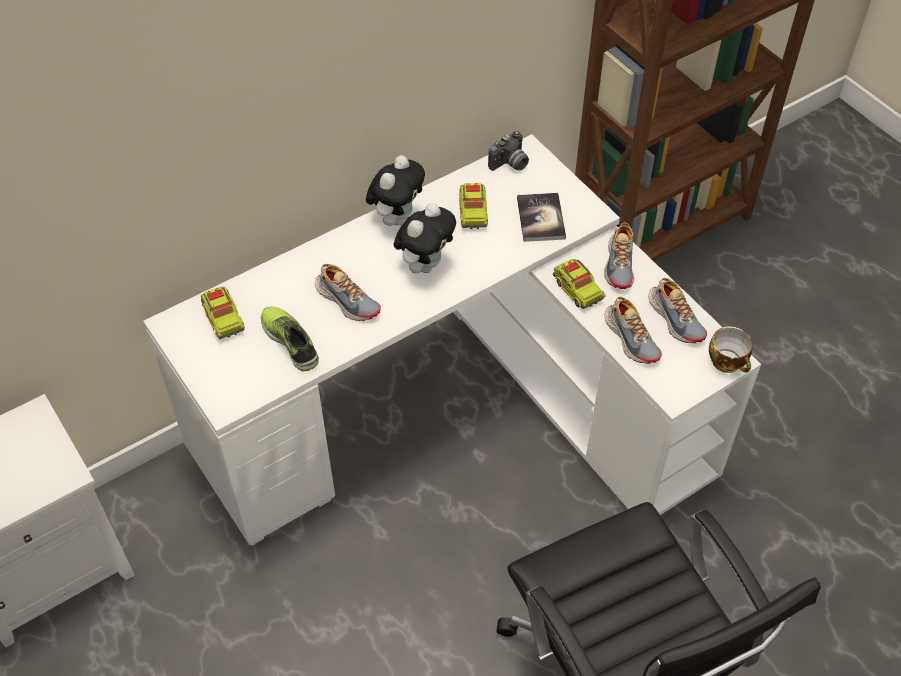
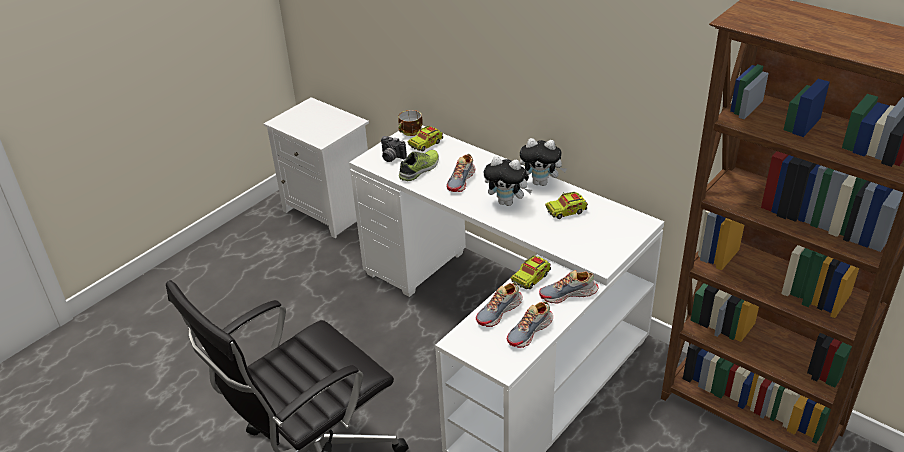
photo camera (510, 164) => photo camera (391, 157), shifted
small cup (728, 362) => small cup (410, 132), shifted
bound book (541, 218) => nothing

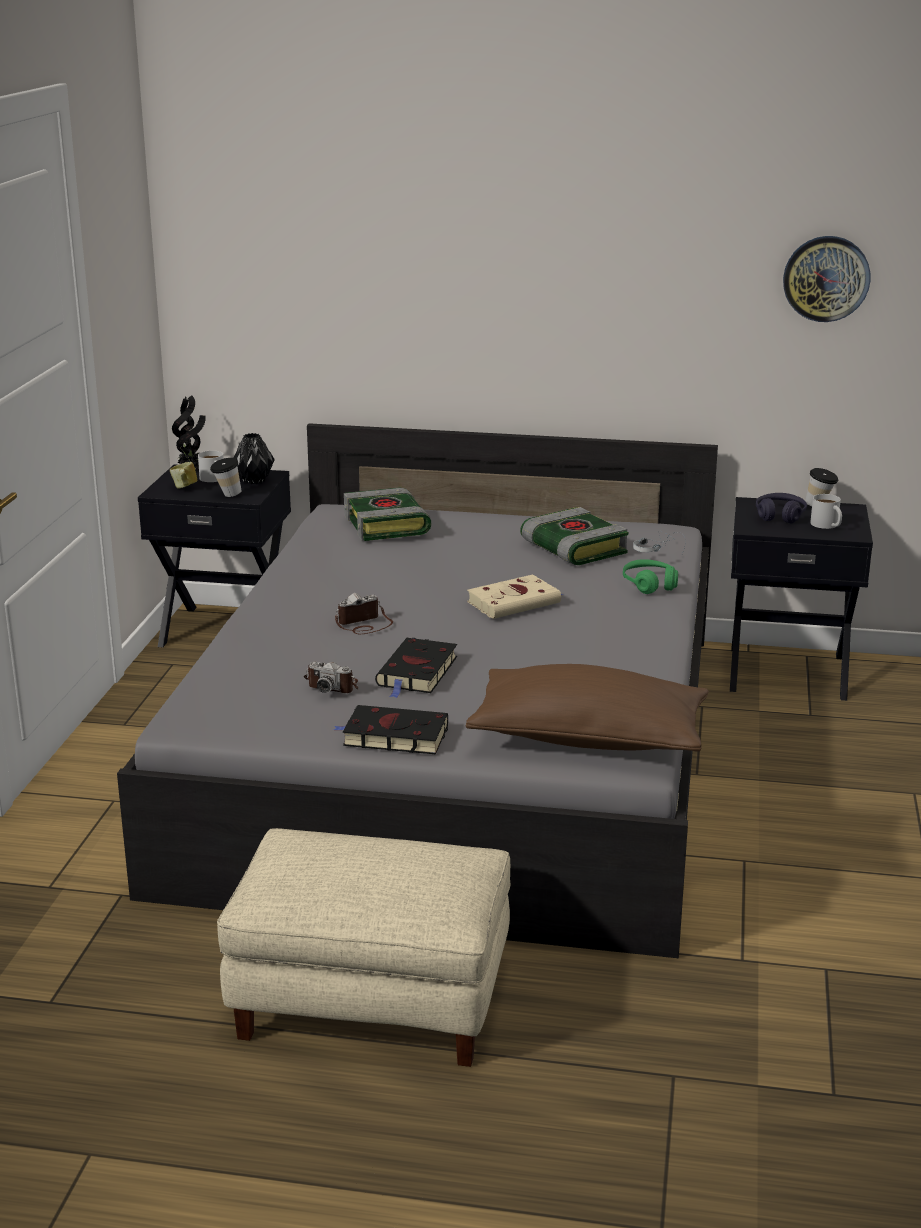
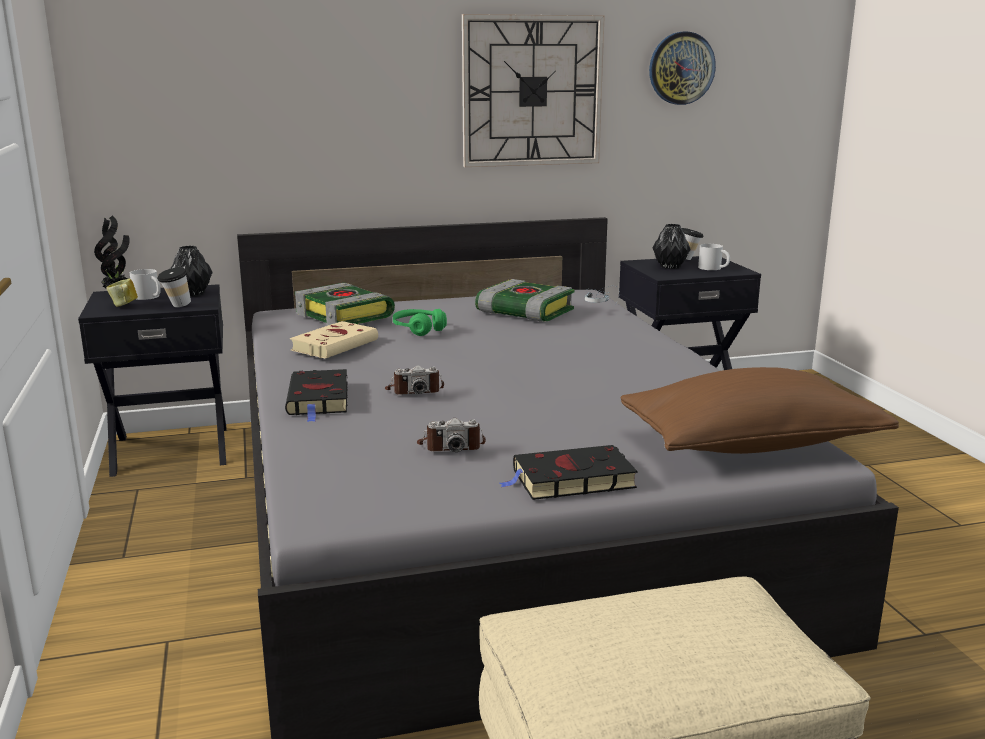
blackish bound book (417, 673) => blackish bound book (319, 399), shifted
sand-coloured bound book (515, 602) => sand-coloured bound book (336, 345), shifted
photo camera (364, 624) => photo camera (414, 391), 135 degrees counterclockwise
greenish pair of headphones (649, 584) => greenish pair of headphones (419, 329), shifted
nothing => clock on the wall (532, 91)
purplish pair of headphones (780, 515) => blackish decorative vase (671, 267)

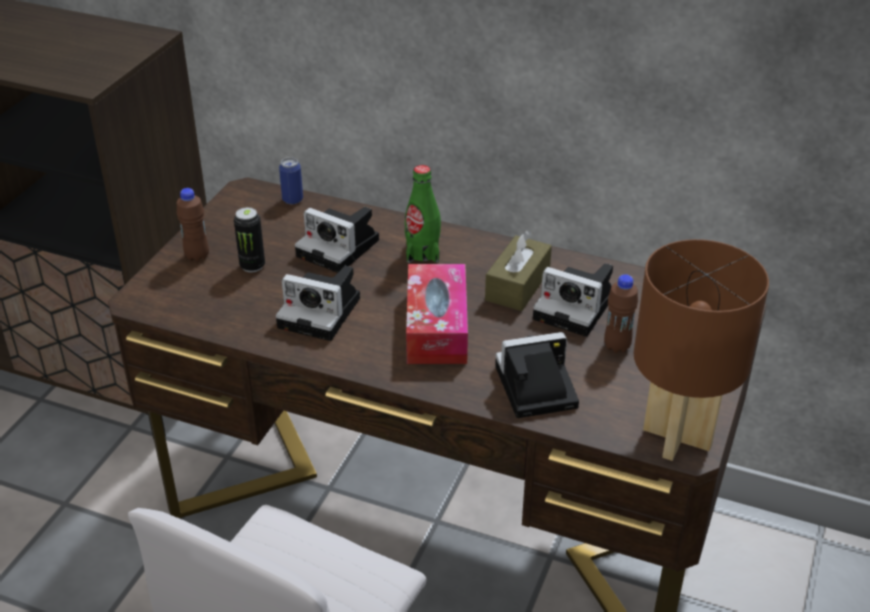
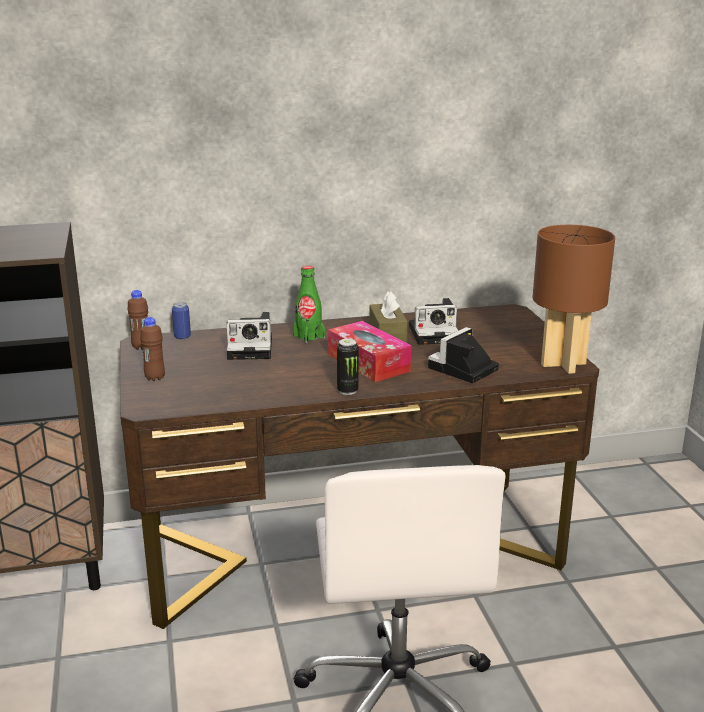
brown bottle (617, 346) => brown bottle (141, 347), shifted
can (252, 266) => can (347, 391), shifted
photo camera (323, 312) => nothing

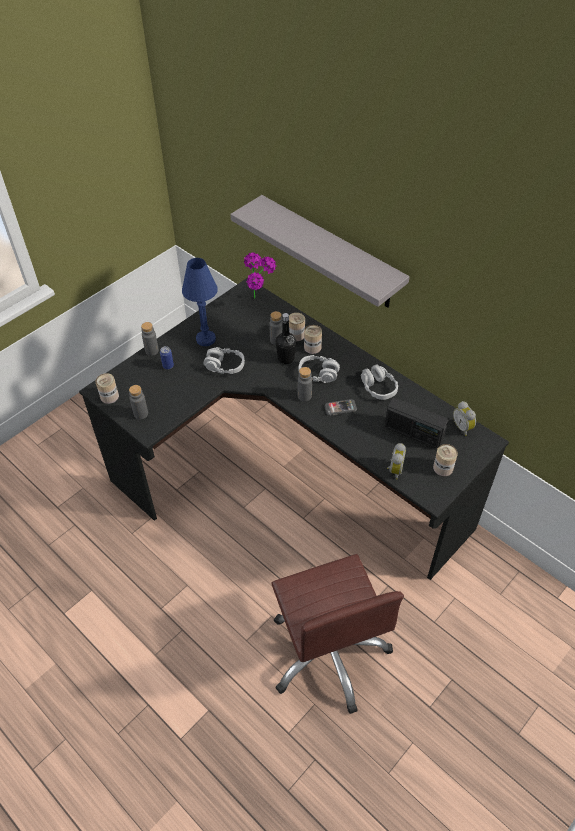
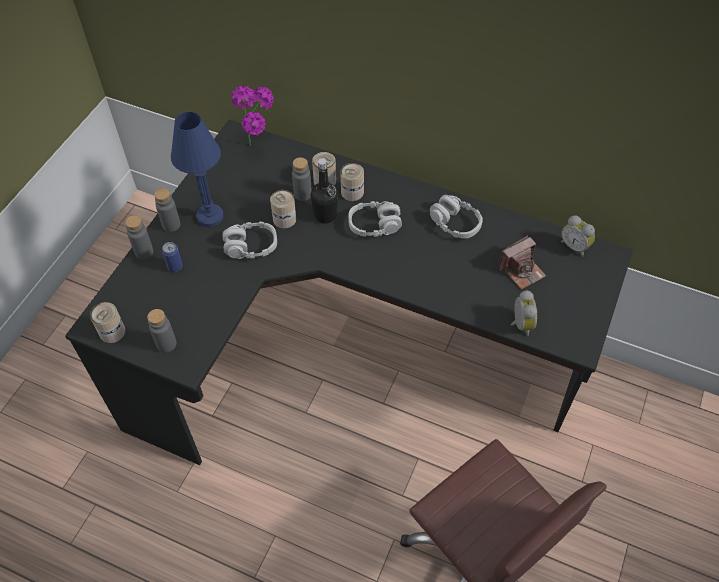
greyish bottle (304, 396) => greyish bottle (171, 225), shifted
can (443, 468) => can (284, 219), shifted
radio (413, 433) => photo camera (521, 270)
greyish wall shelf (330, 253) => nothing
telephone (340, 408) => nothing

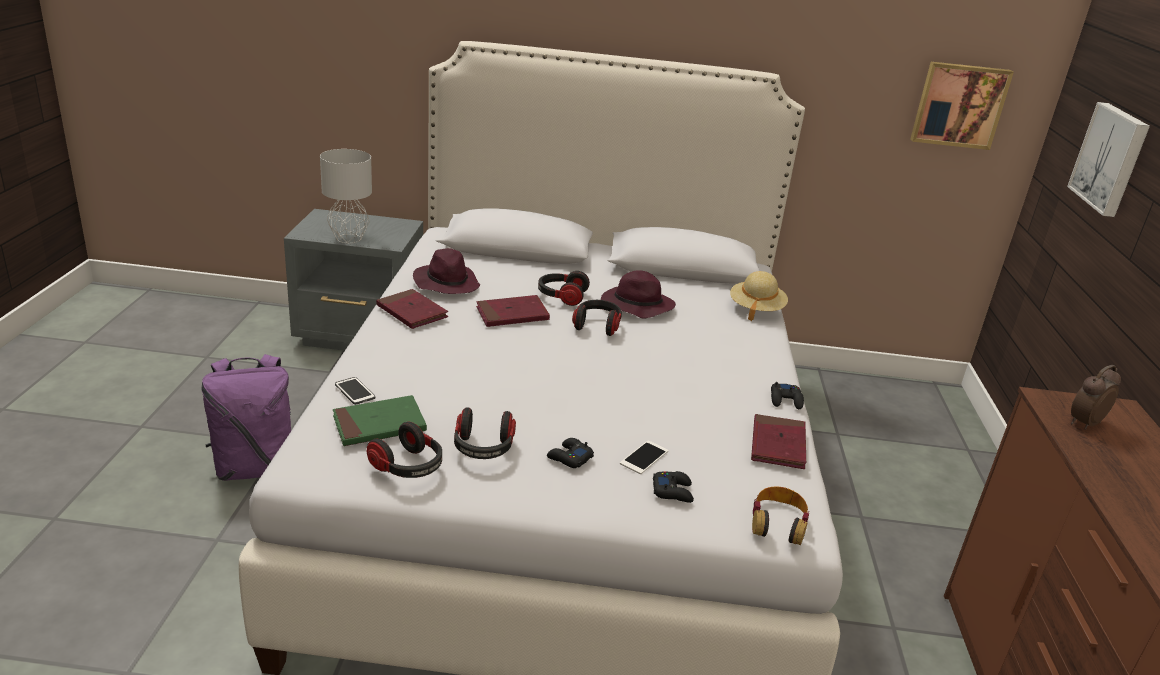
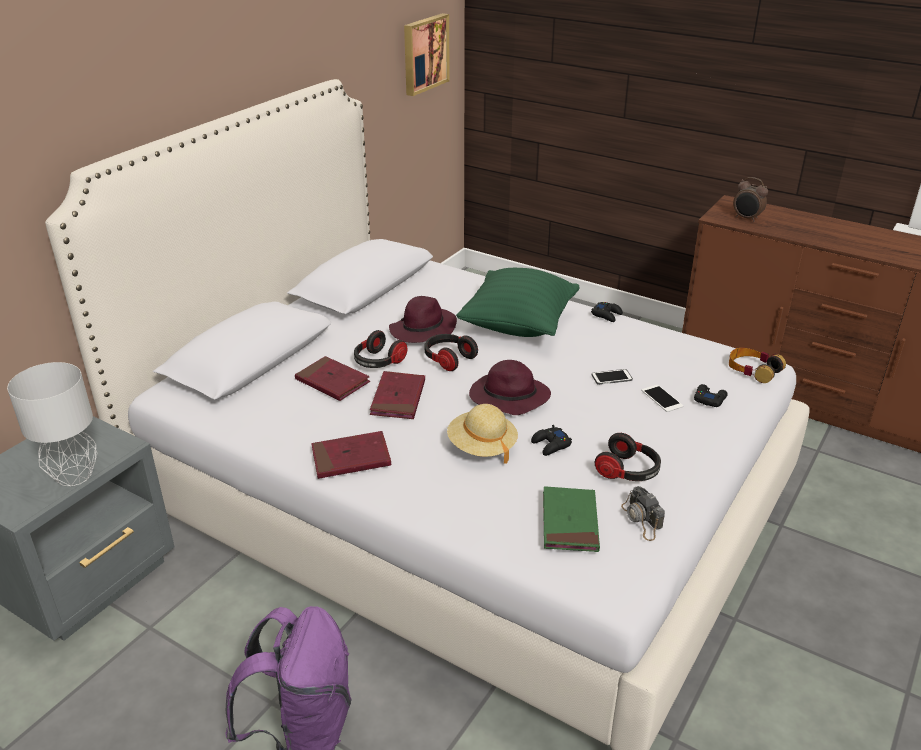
red-coloured bound book (777, 445) => red-coloured bound book (332, 382), shifted
sand-coloured wearable hat (756, 309) => sand-coloured wearable hat (482, 447), shifted
nothing => greenish cushion (518, 326)
purplish wearable hat (446, 283) => purplish wearable hat (508, 398), shifted
blackish joypad (569, 458) => blackish joypad (551, 445), shifted
telephone (355, 391) => telephone (611, 377), shifted
pair of headphones (408, 467) => photo camera (642, 520)
alarm clock (1083, 423) => alarm clock (746, 218), 45 degrees counterclockwise
wall picture (1111, 158) => nothing

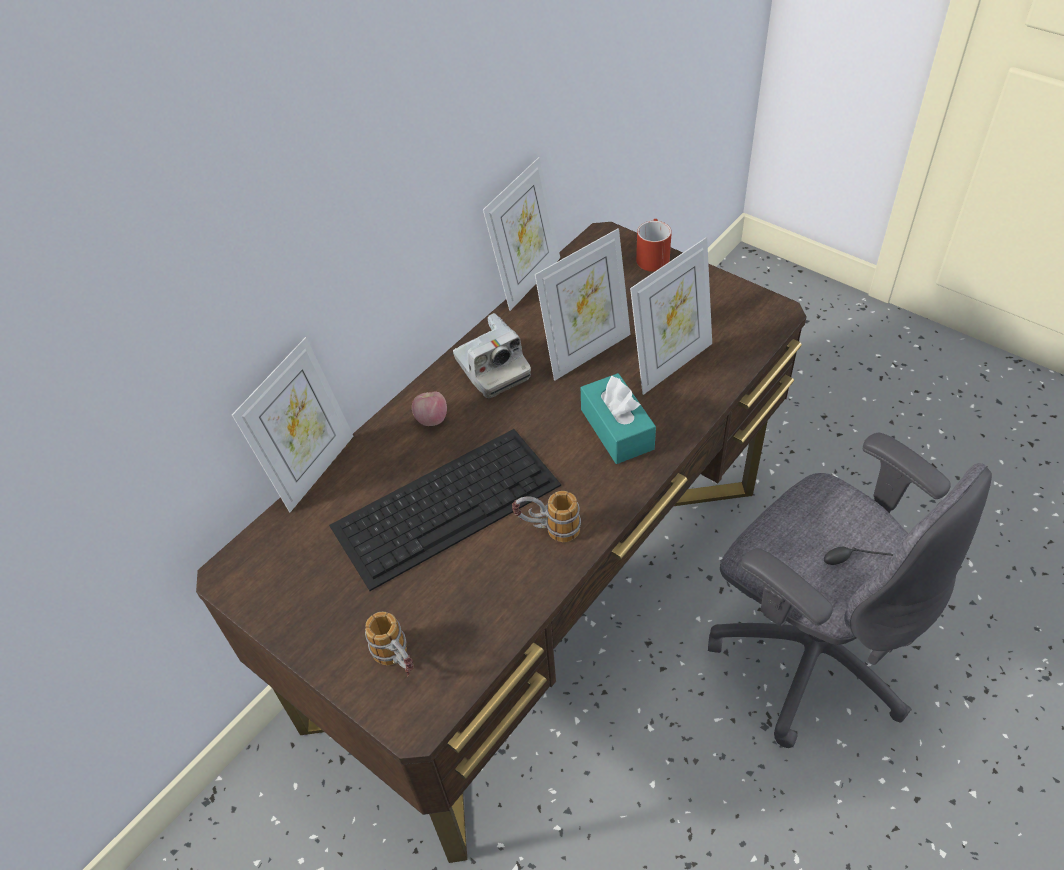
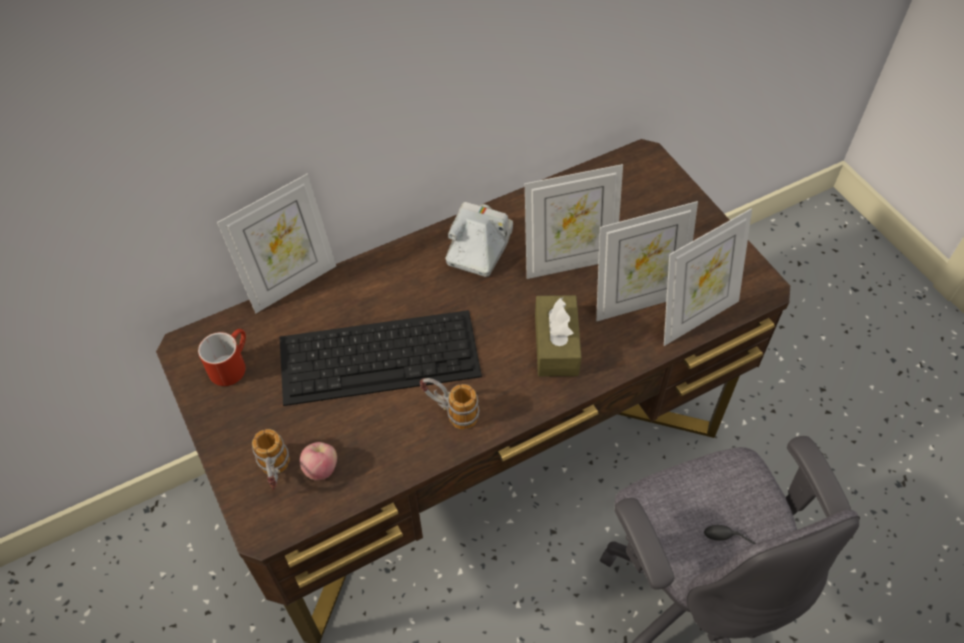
red-coloured coffee mug (651, 256) => red-coloured coffee mug (231, 364), shifted
apple fruit (432, 419) => apple fruit (321, 468), shifted
photo camera (492, 369) => photo camera (479, 248), 150 degrees counterclockwise
turquoise tissue box (617, 429) => brown tissue box (556, 344)
photo frame (527, 280) => photo frame (695, 316), shifted

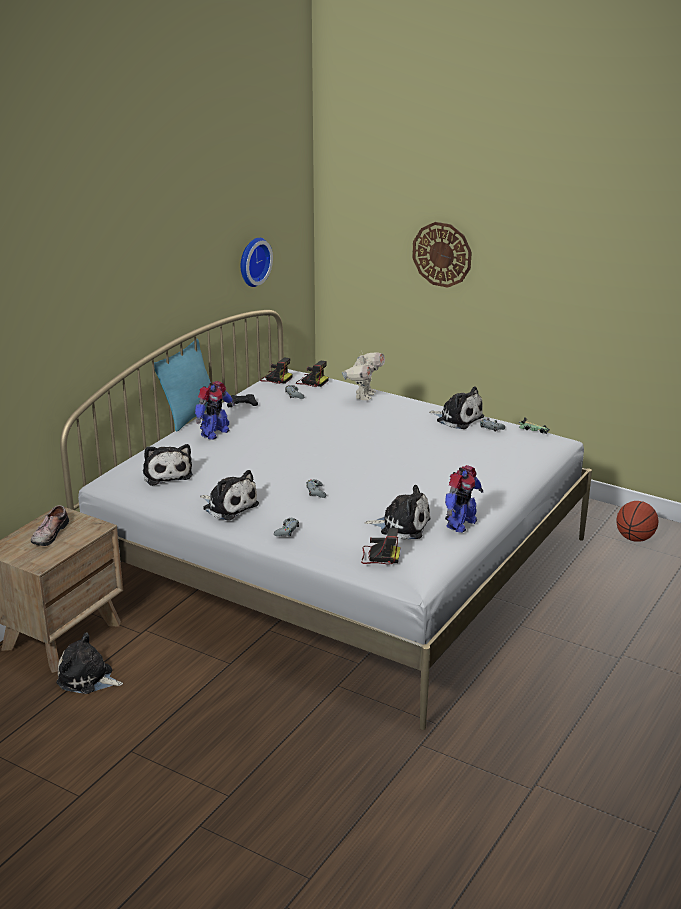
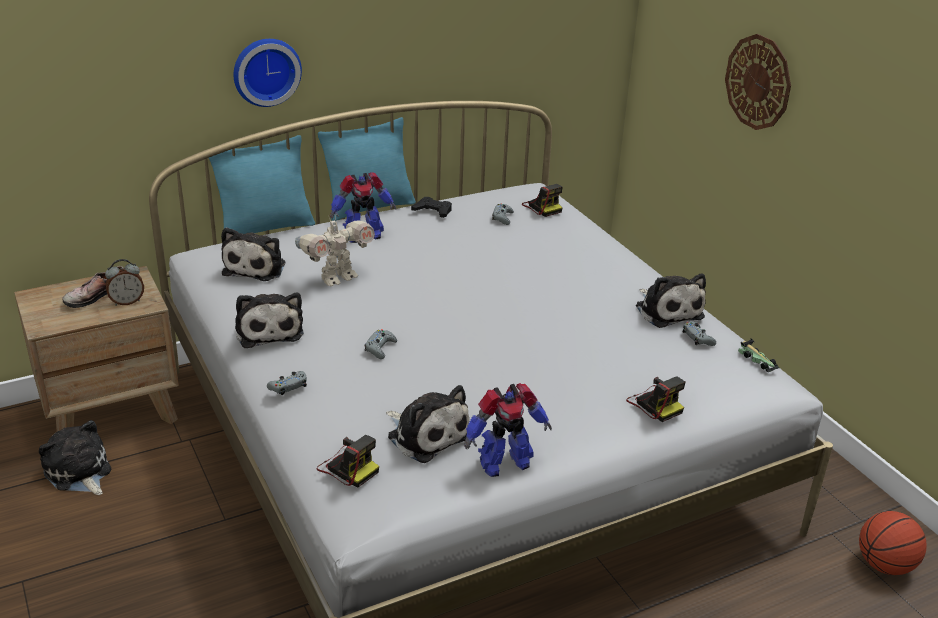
nothing => alarm clock (127, 302)
nothing => turquoise cushion (265, 228)
clock on the wall (252, 261) => clock on the wall (265, 71), shifted
model robot (363, 396) => model robot (337, 278), shifted
photo camera (275, 378) => photo camera (654, 404), shifted

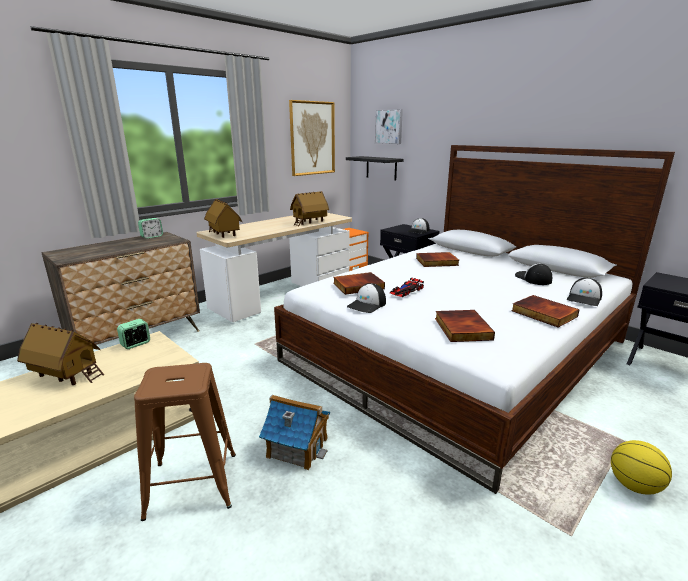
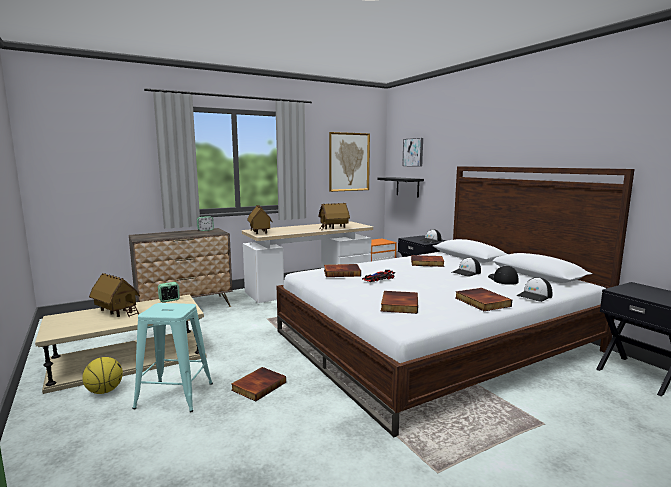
basketball (633, 485) => basketball (104, 391), shifted
brown stool (192, 484) => turquoise stool (174, 395)
miniature house (297, 447) => bound book (258, 385)
cap (367, 305) => cap (466, 272), shifted

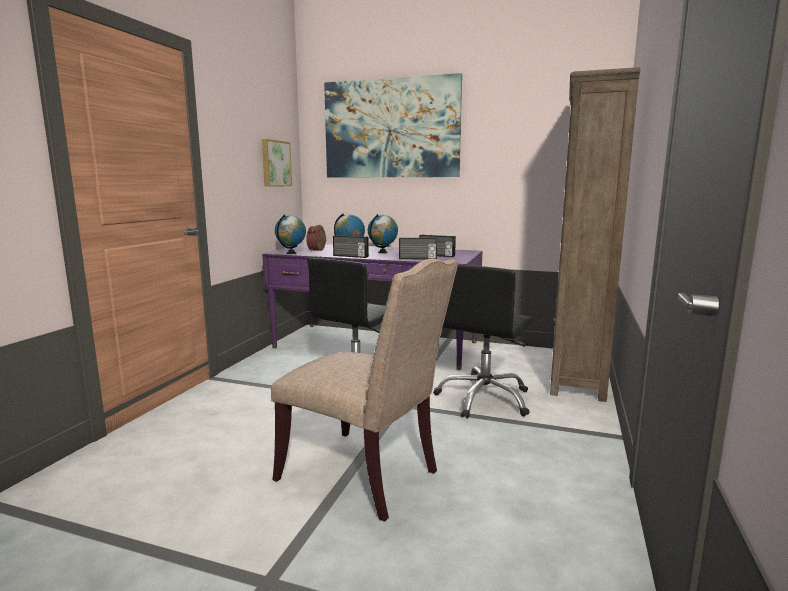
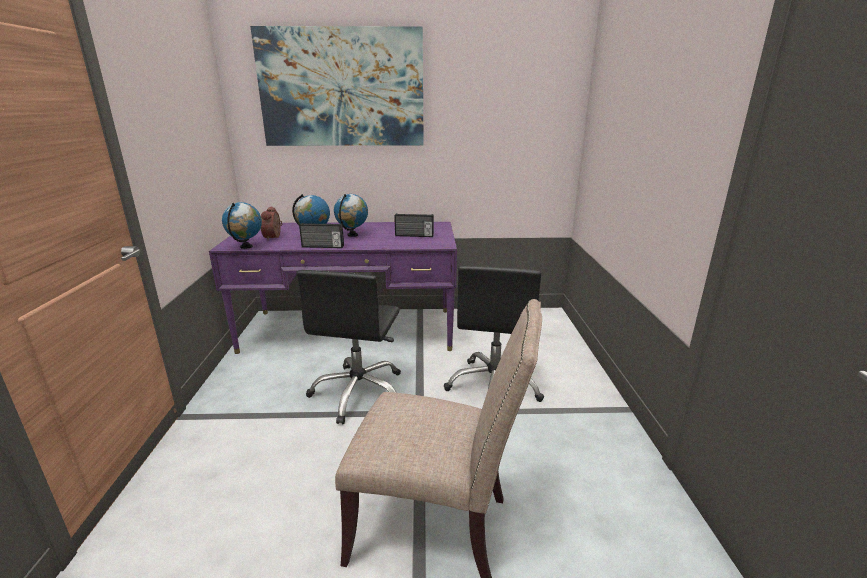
wall picture (275, 163) => nothing
radio (417, 258) => nothing
brown bookcase (576, 374) => nothing

